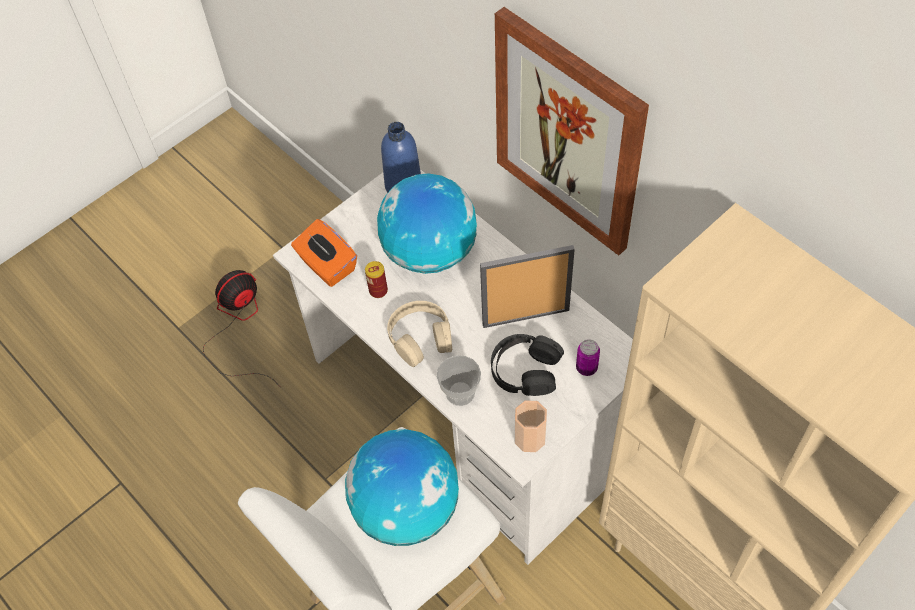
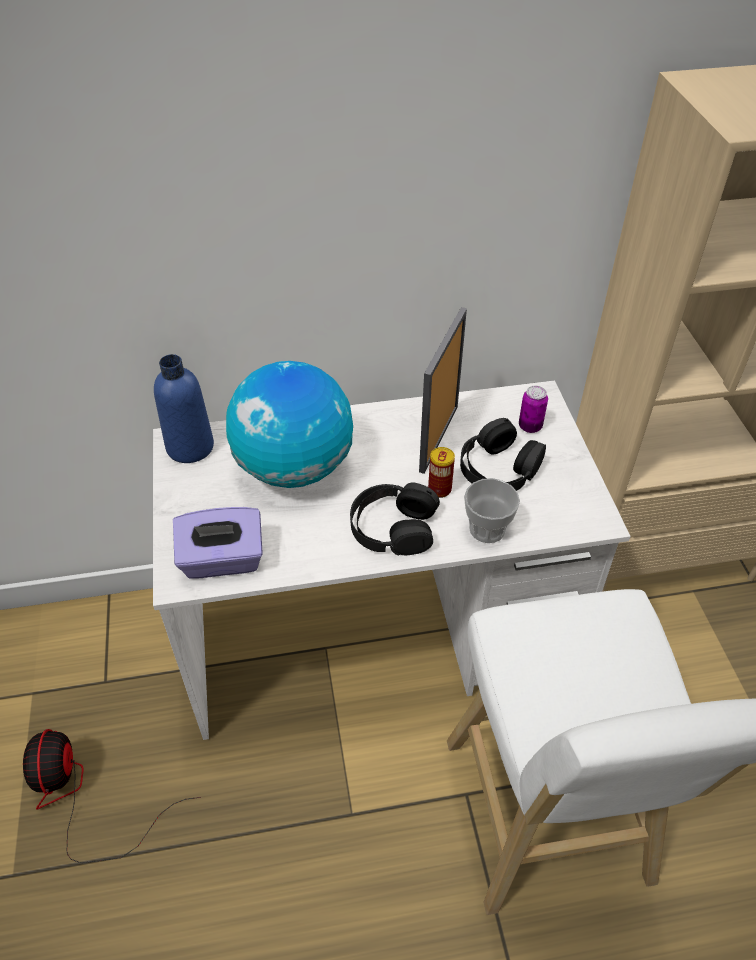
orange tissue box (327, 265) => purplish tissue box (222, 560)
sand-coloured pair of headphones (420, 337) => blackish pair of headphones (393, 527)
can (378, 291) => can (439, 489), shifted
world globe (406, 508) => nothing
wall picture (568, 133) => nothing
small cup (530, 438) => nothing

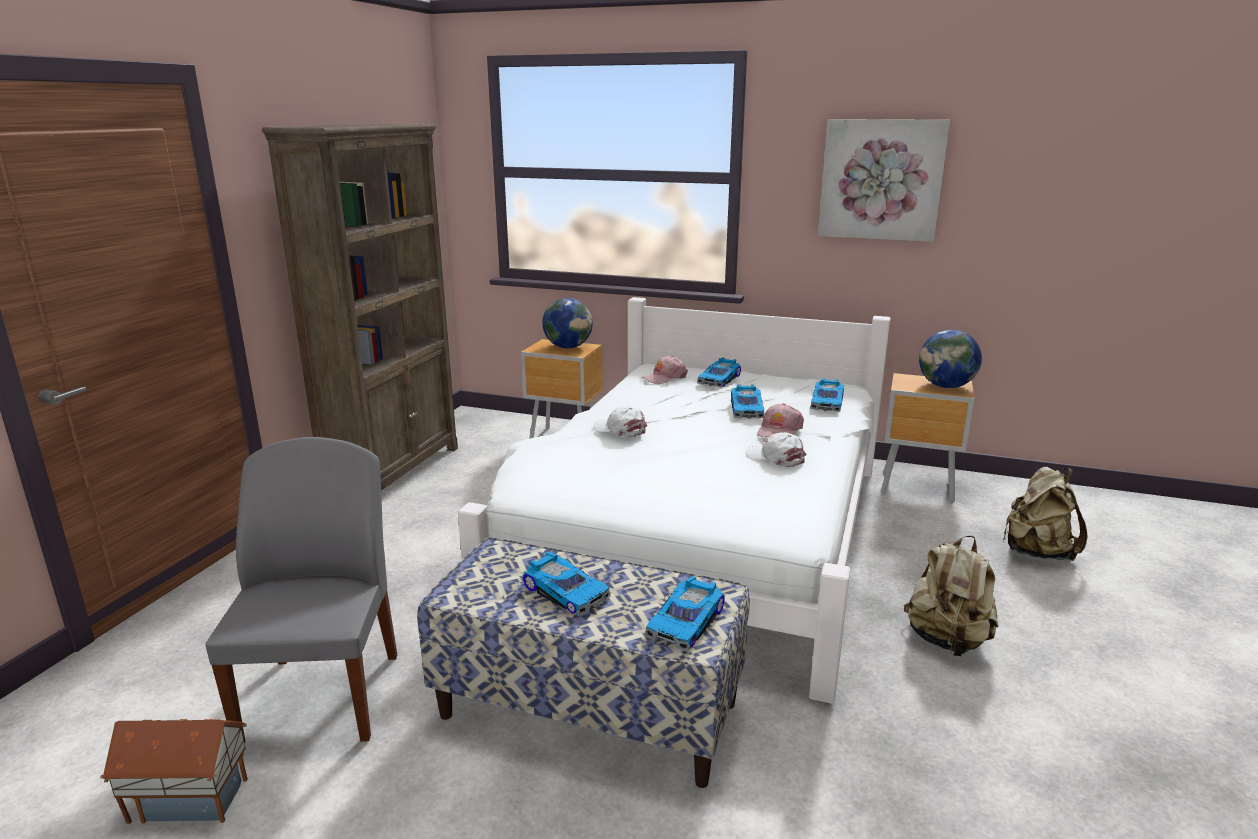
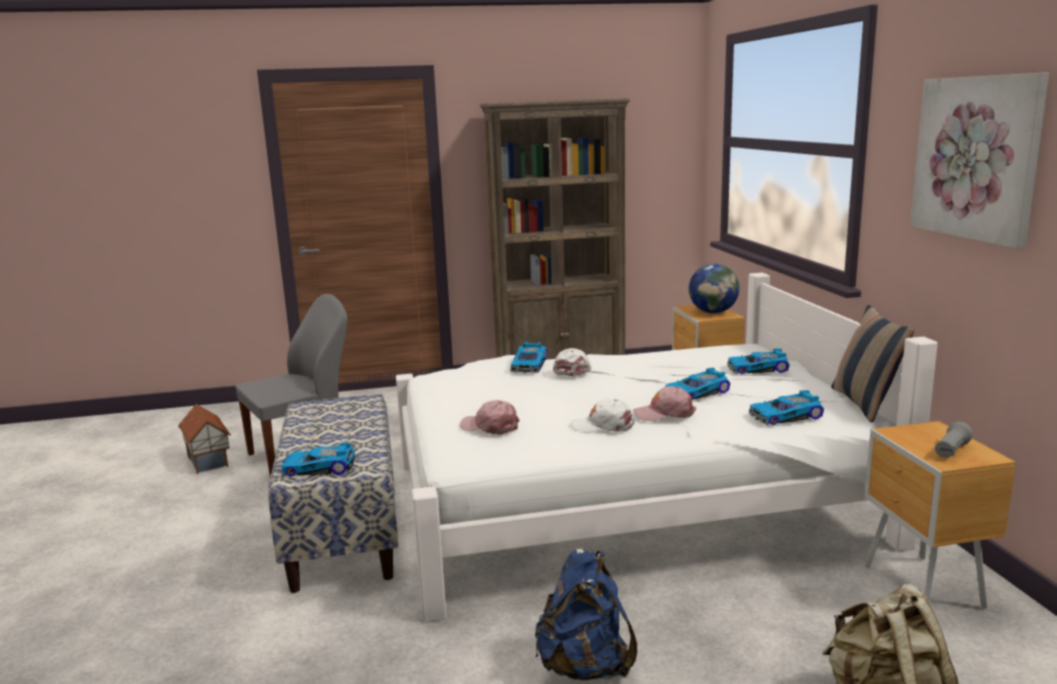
pinkish cap (664, 377) => pinkish cap (490, 426), shifted
model car (567, 591) => model car (530, 365), shifted
sand-coloured knapsack (947, 640) => blue knapsack (585, 666)
white-coloured cap (776, 457) => white-coloured cap (603, 426), 90 degrees counterclockwise
nothing => cushion (865, 404)
world globe (946, 386) => greyish hand torch (951, 451)

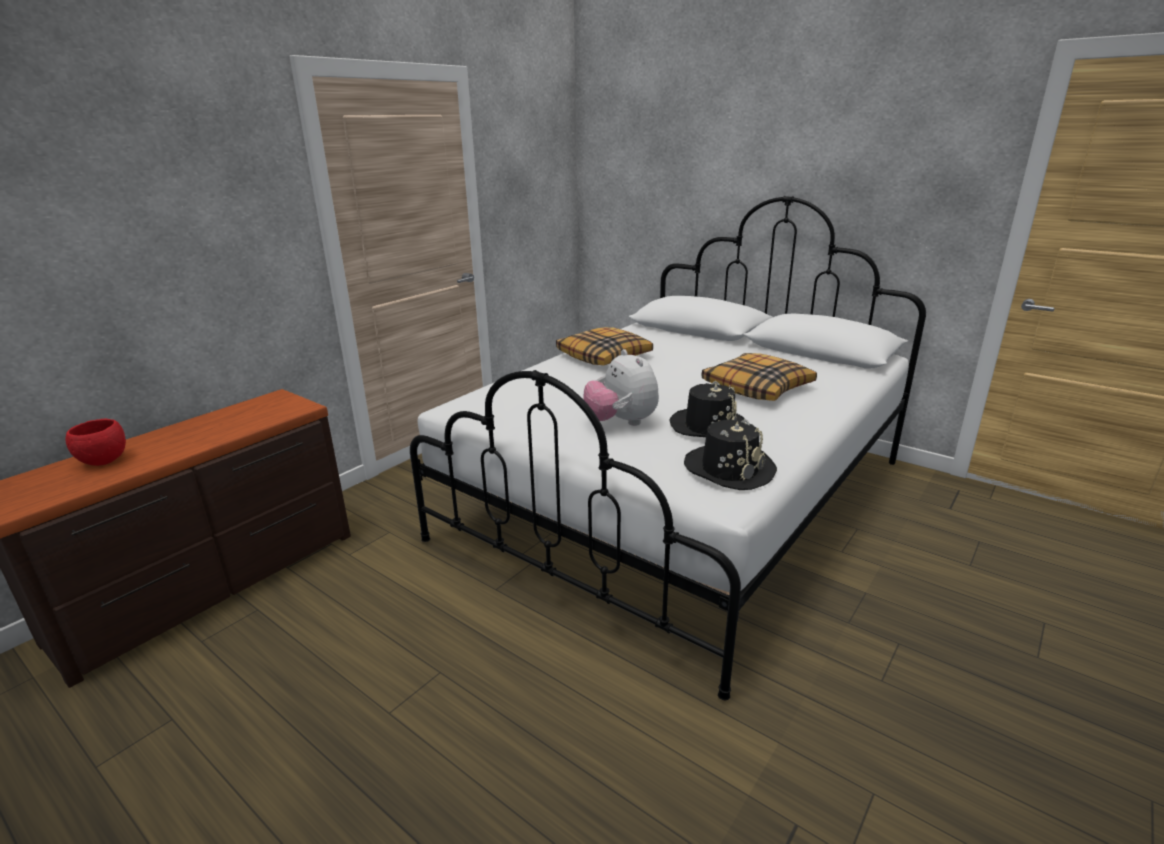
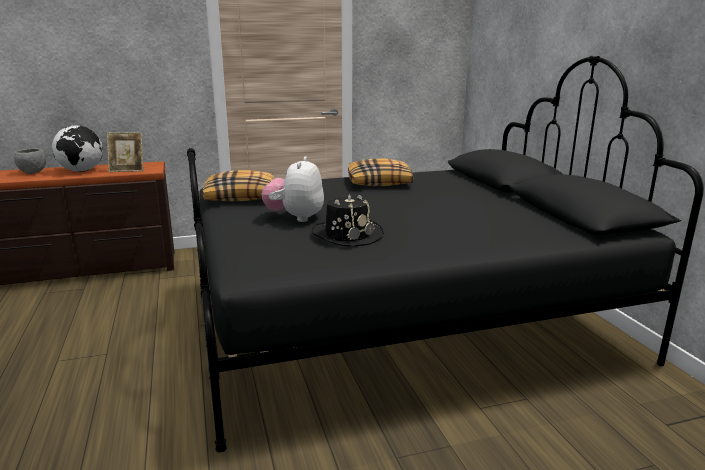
red-coloured serving bowl (103, 461) => greyish serving bowl (33, 173)
nothing => world globe (81, 171)
nothing => photo frame (127, 170)
white-coloured sleeping bed (681, 499) => blackish sleeping bed (401, 321)
cushion (757, 388) => cushion (241, 196), shifted
blackish wearable hat (729, 469) => nothing

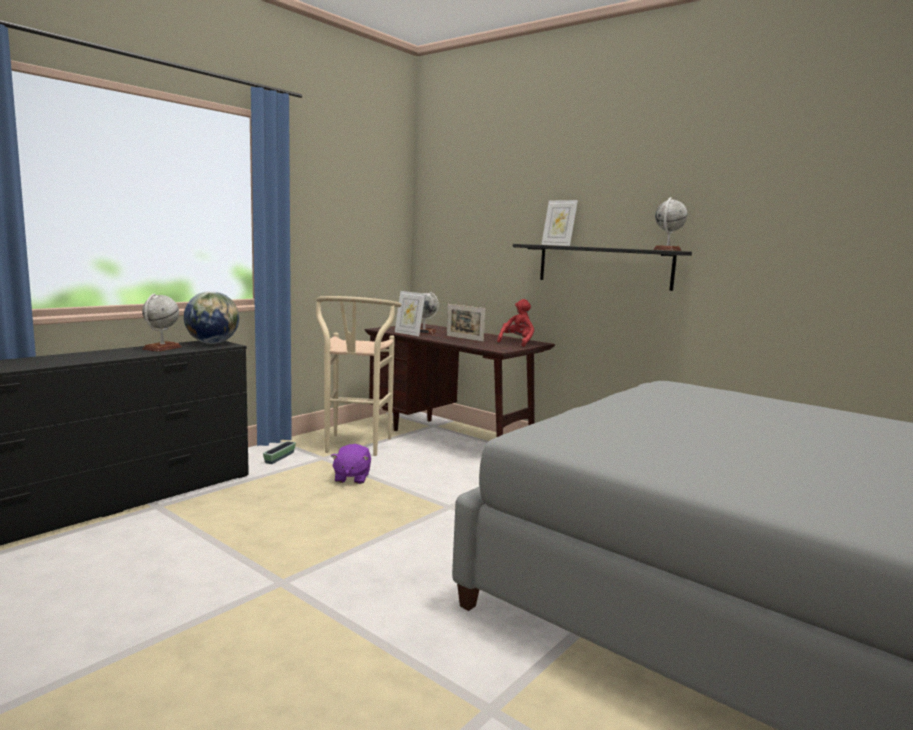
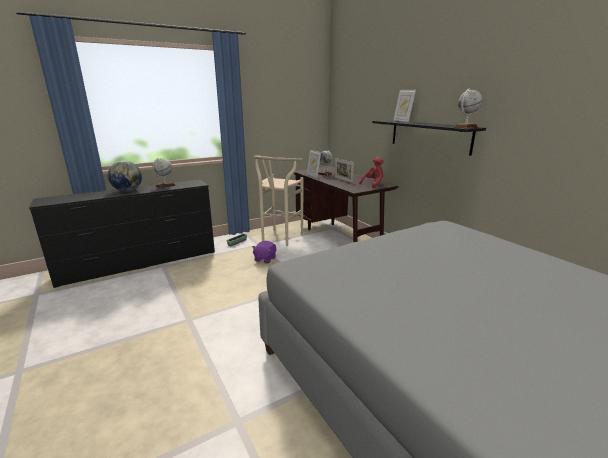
world globe (212, 343) => world globe (128, 191), shifted

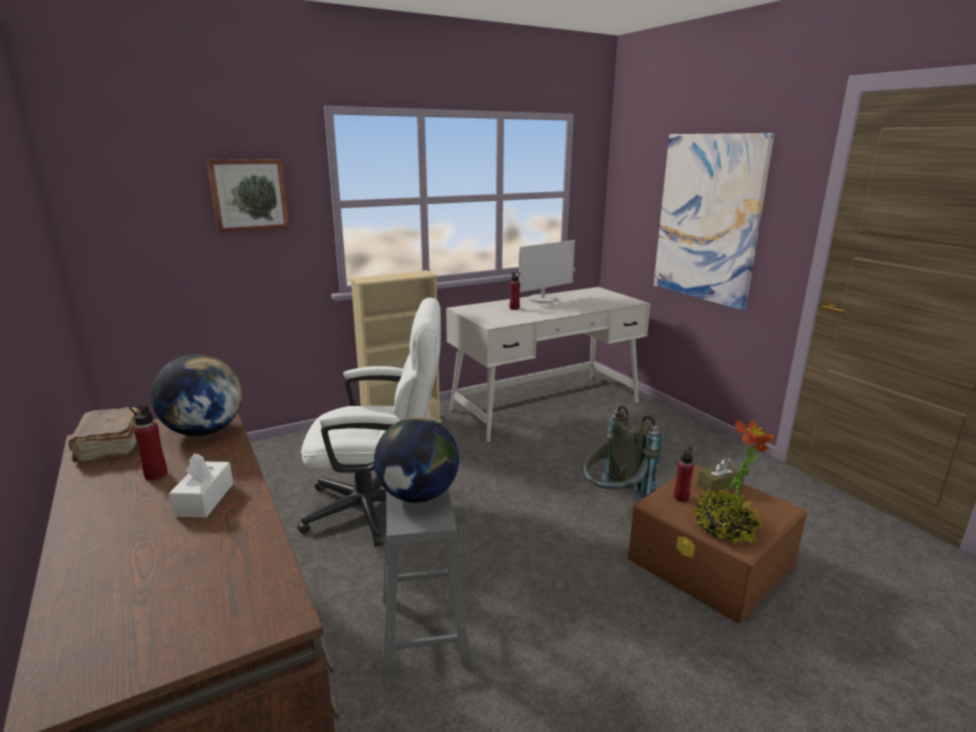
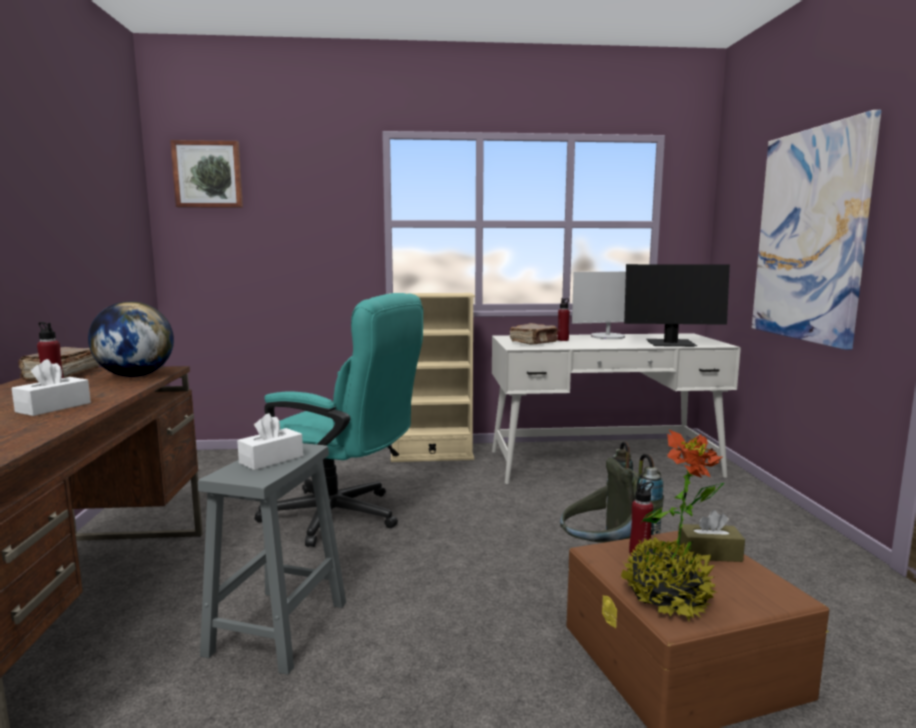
wall picture (249, 195) => wall picture (208, 174), shifted
world globe (418, 495) => white-coloured tissue box (271, 459)
white-coloured desk chair (380, 509) => turquoise desk chair (343, 518)
nothing => brown bound book (534, 342)
nothing => monitor (671, 344)

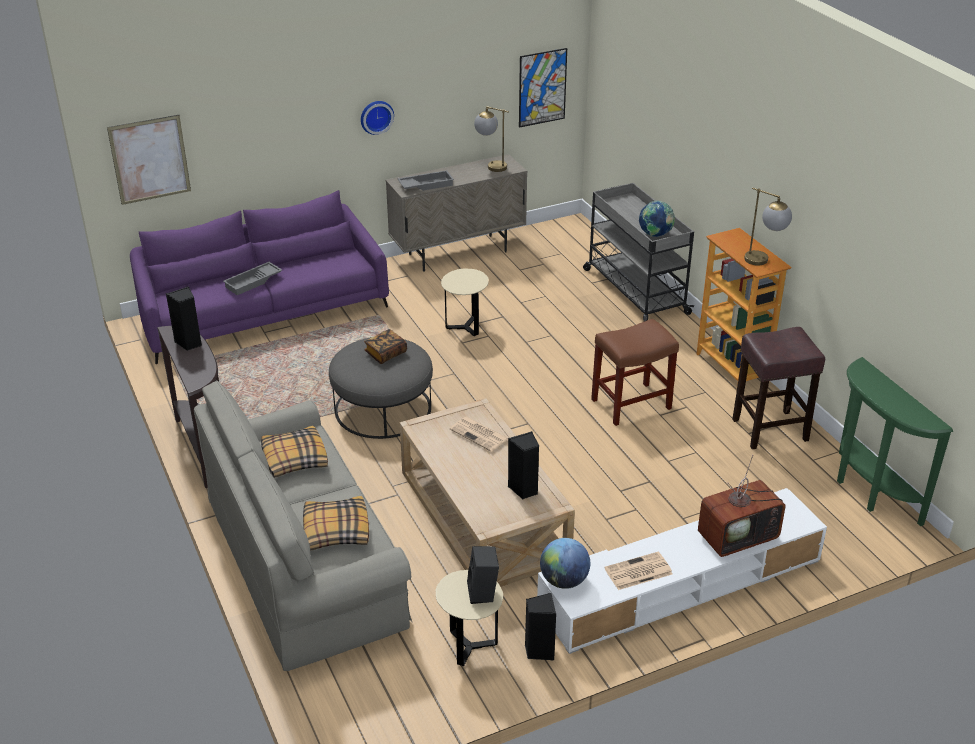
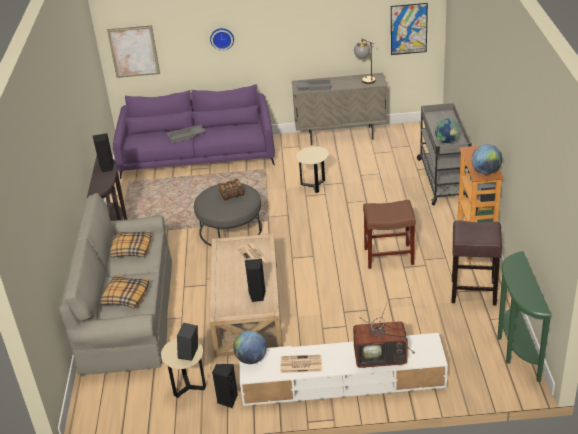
clock on the wall (376, 116) => clock on the wall (222, 38), shifted
table lamp (764, 262) => world globe (486, 172)

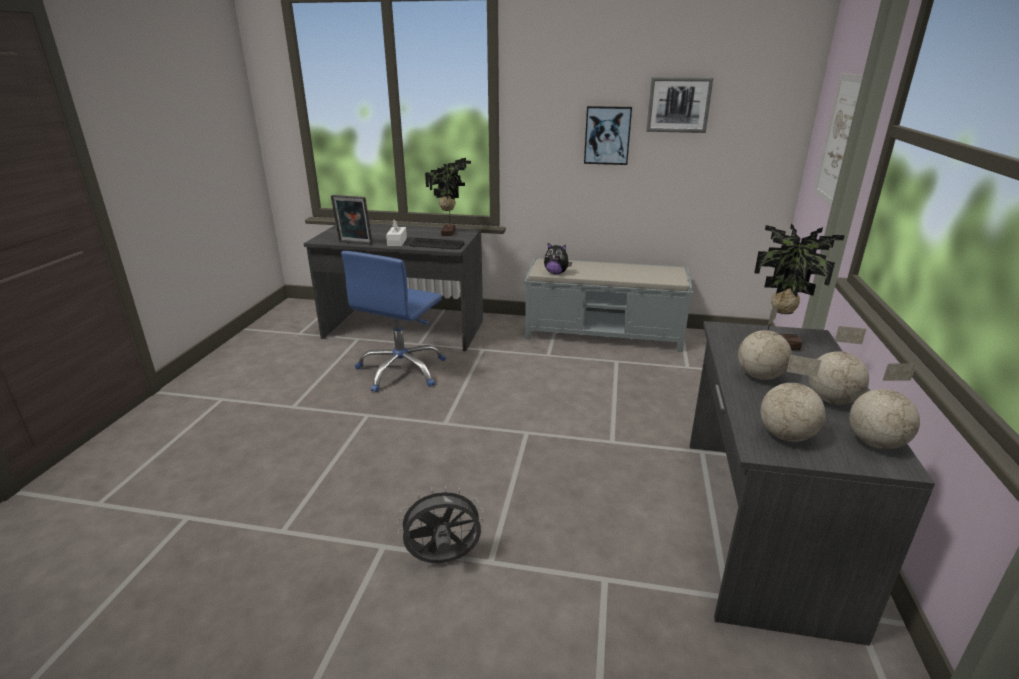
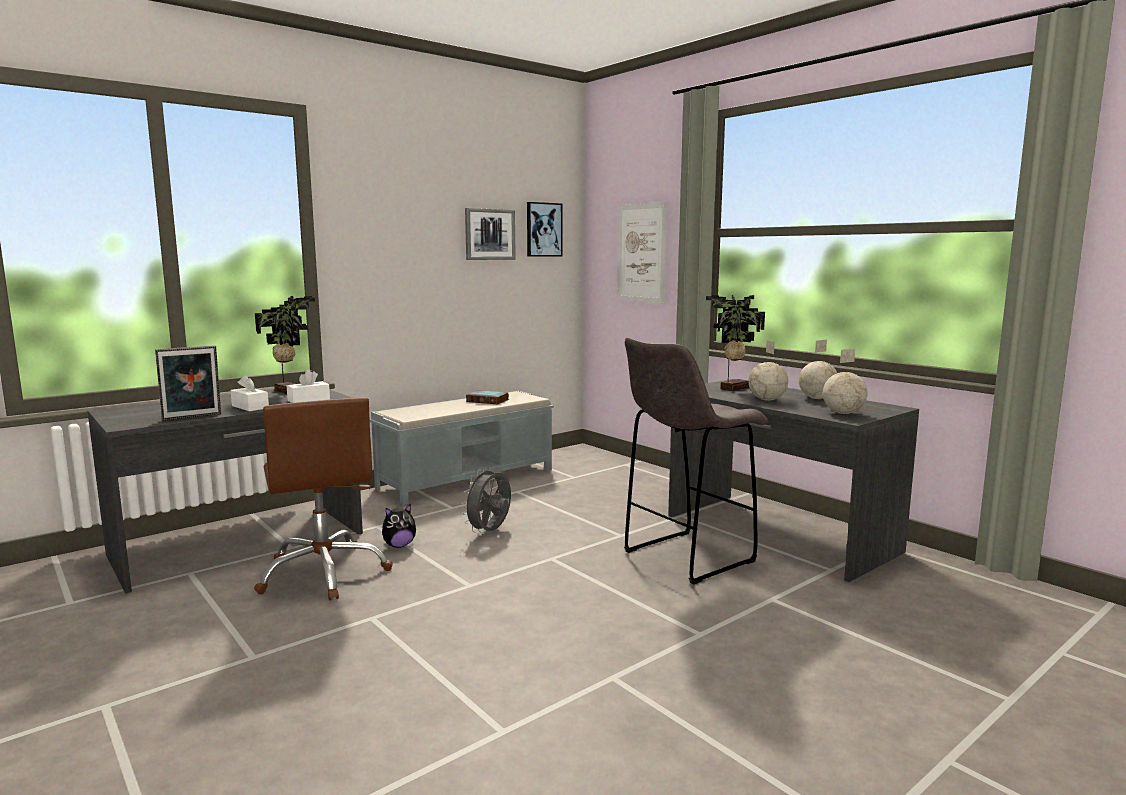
blue desk chair (402, 370) => brown desk chair (324, 573)
computer keyboard (436, 245) => white-coloured tissue box (309, 400)
soft toy (556, 273) => soft toy (399, 545), shifted
greyish cooling fan (443, 560) => greyish cooling fan (490, 532), shifted
nothing => bound book (488, 400)
wall picture (607, 135) => wall picture (543, 229), shifted
nothing => greyish stool (686, 557)
world globe (874, 443) => nothing

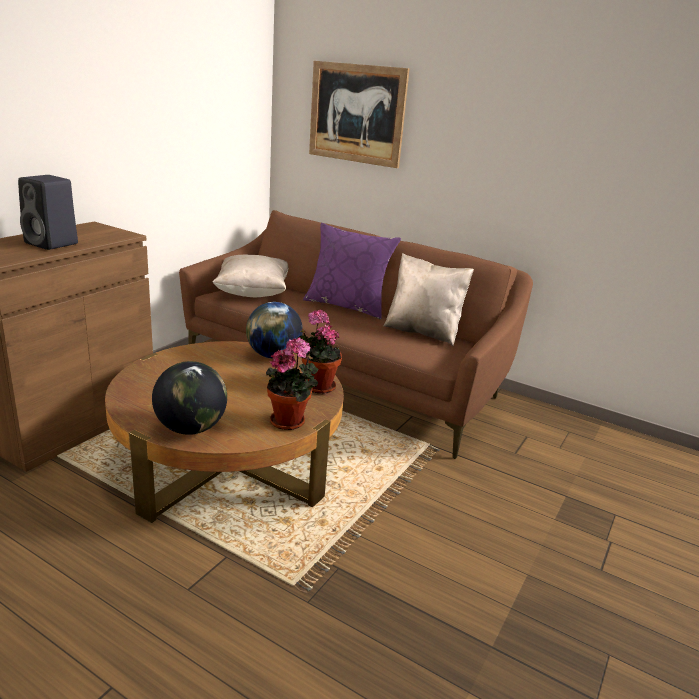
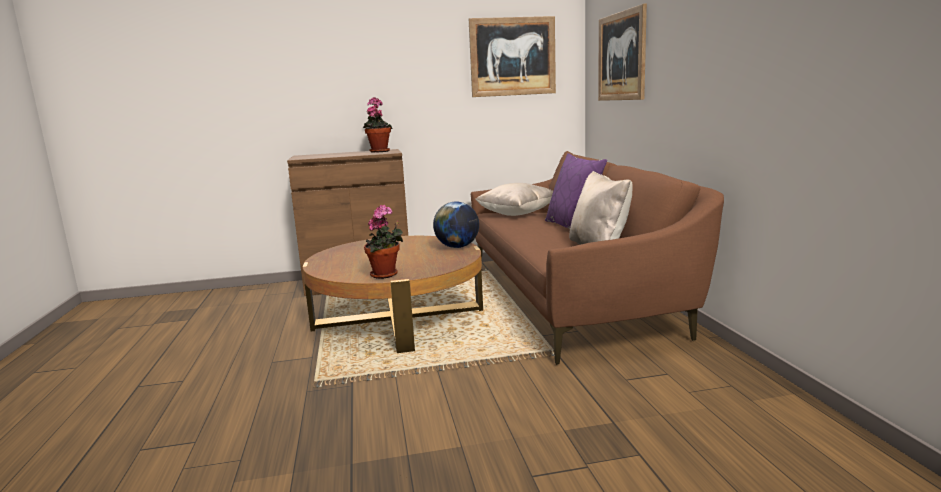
potted plant (317, 386) => potted plant (379, 151), shifted
nothing => wall picture (512, 57)
blackish speaker (53, 244) => nothing
world globe (191, 429) => nothing

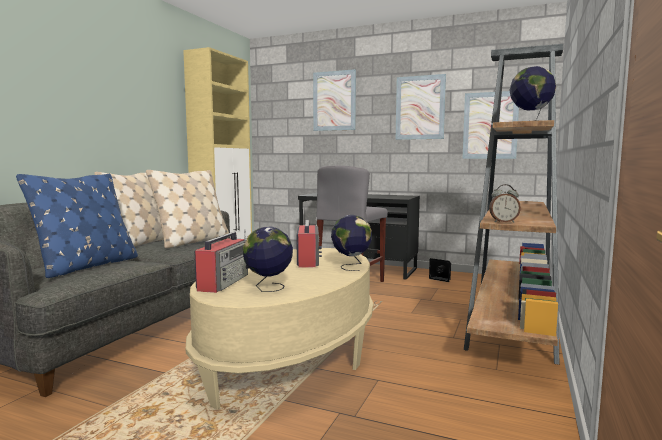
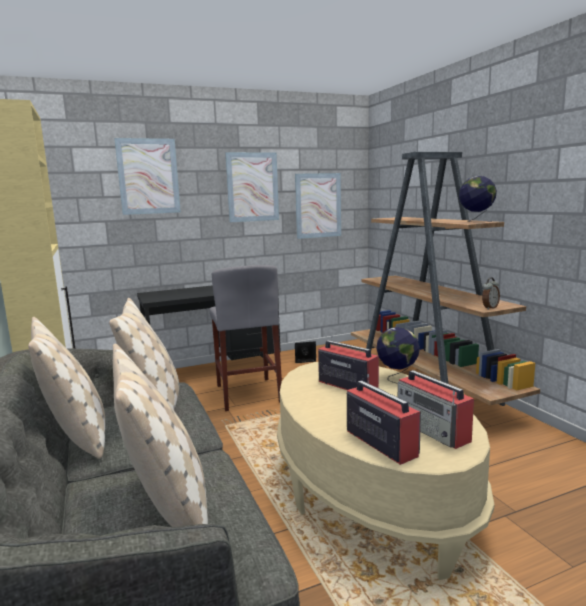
blue cushion (87, 266) => sand-coloured cushion (166, 504)
world globe (268, 288) => radio (433, 430)

